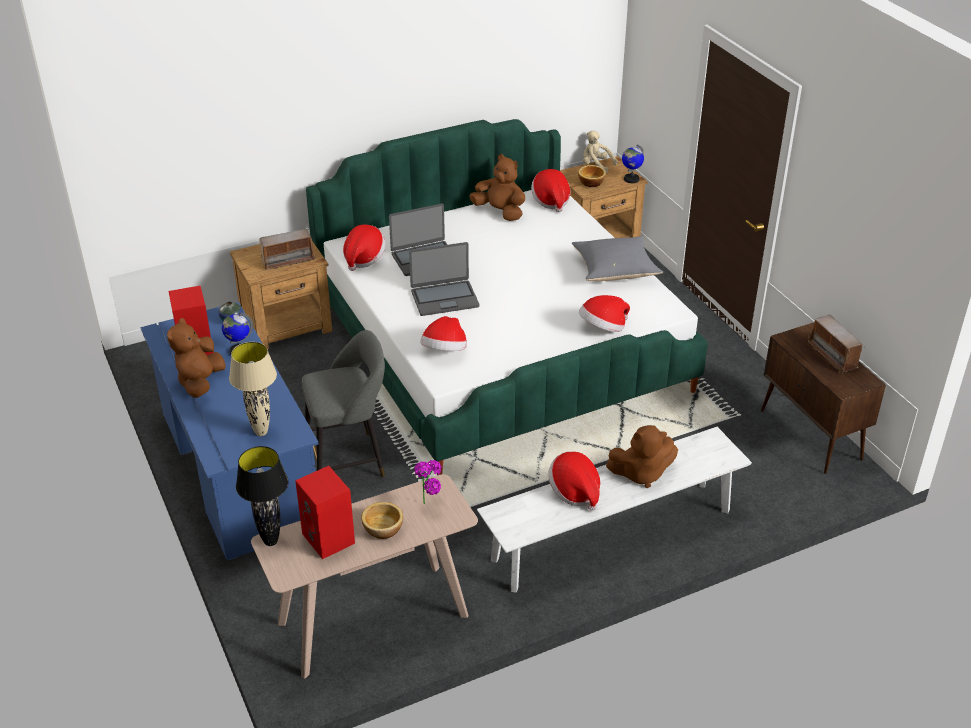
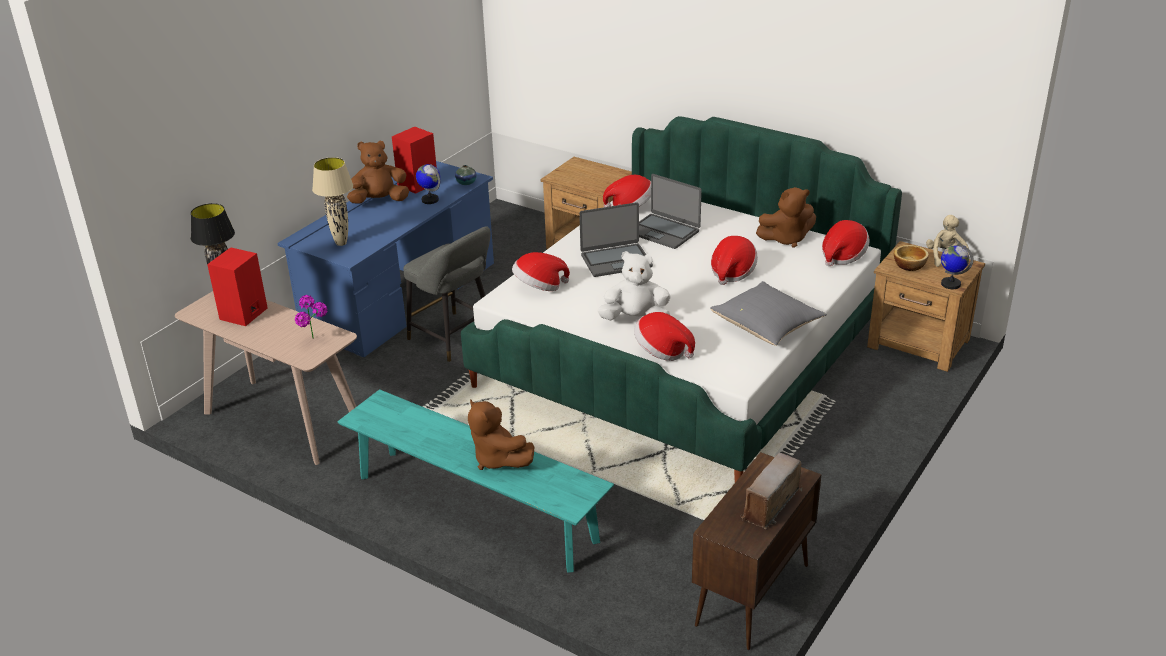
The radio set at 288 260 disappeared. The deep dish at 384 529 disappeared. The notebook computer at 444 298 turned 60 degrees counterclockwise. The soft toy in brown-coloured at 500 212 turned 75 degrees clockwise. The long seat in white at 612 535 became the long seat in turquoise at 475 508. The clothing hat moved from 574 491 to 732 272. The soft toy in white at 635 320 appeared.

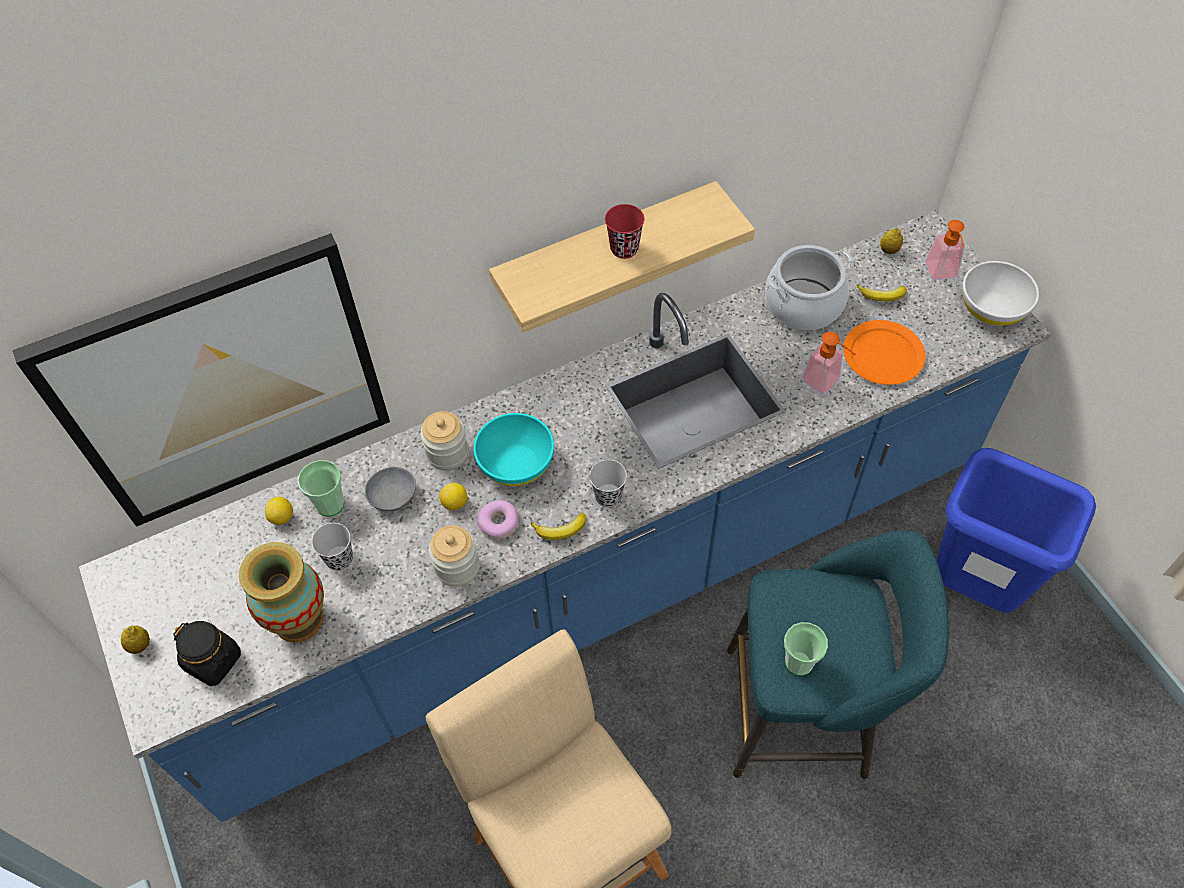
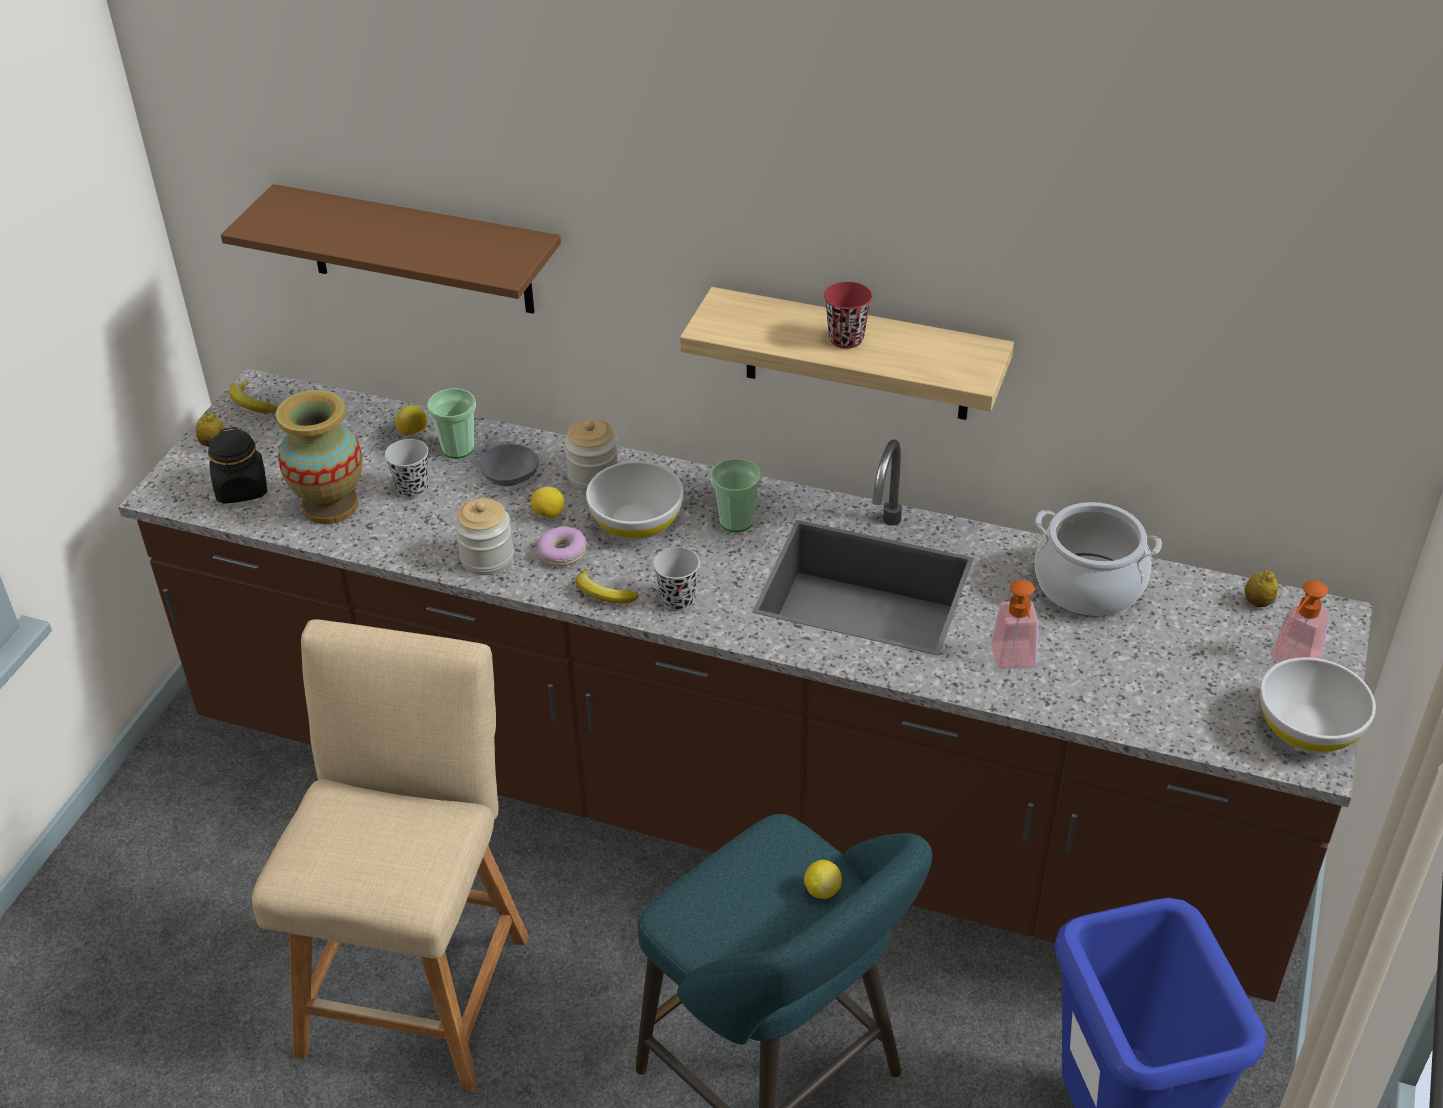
The picture at 224 385 was replaced by the bracket shelf in brown-coloured at 419 250. The counter in blue-coloured at 597 578 became the counter in brown-coloured at 726 799. The deep dish in turquoise at 516 463 became the deep dish in white at 636 522. The small cup moved from 799 662 to 736 521. The plate in orangey at 882 355 disappeared. The banana fruit moved from 882 296 to 251 403. The citrus fruit at 822 890 appeared.

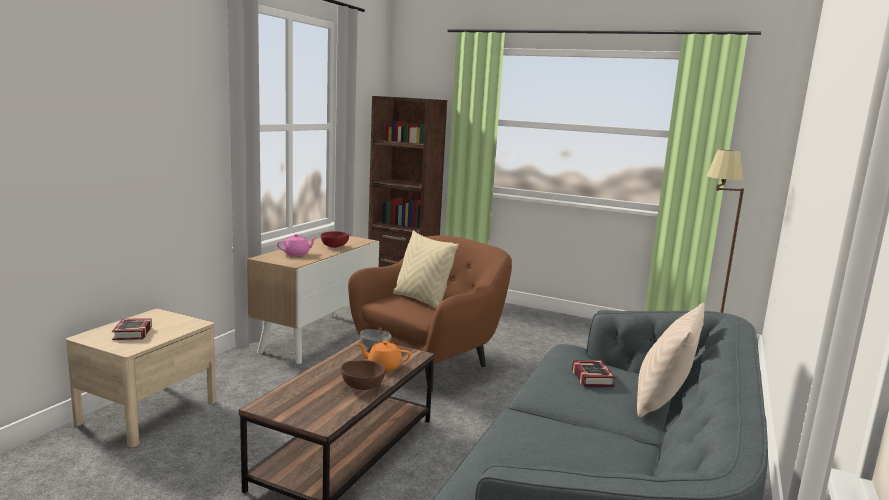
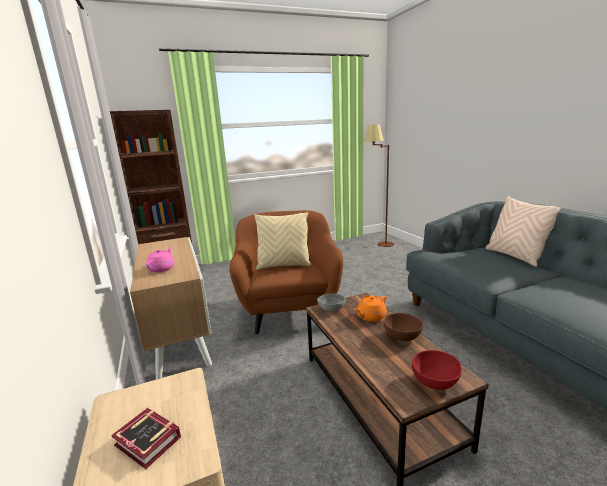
The deep dish in red-coloured moved from 334 247 to 436 382. The book at 592 377 disappeared.

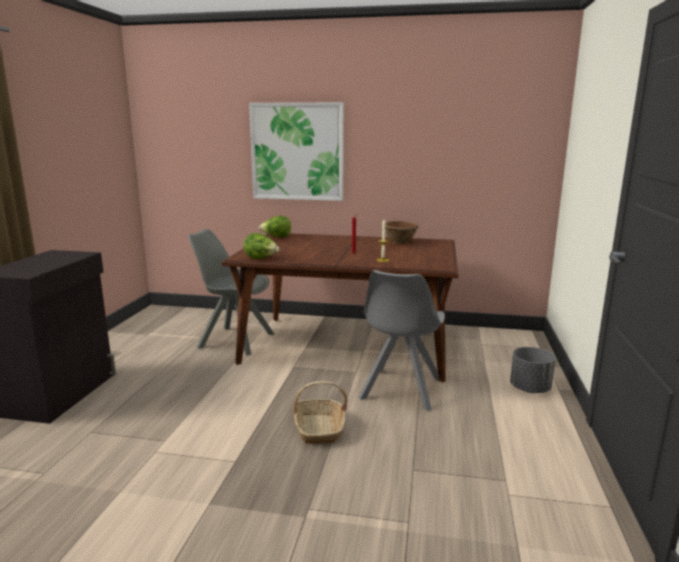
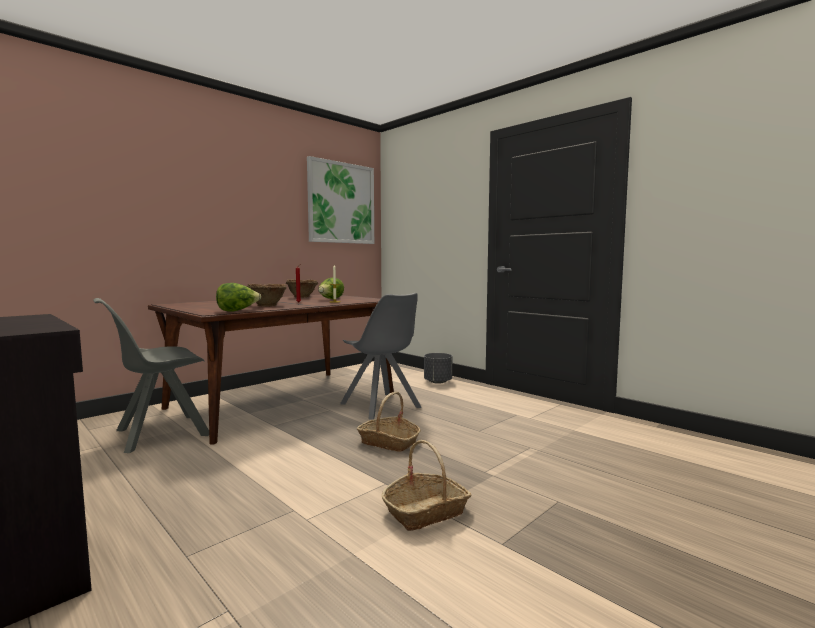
The picture moved from 297 152 to 341 203. The lettuce head moved from 276 237 to 330 299. The deep dish in brown-coloured at 267 305 appeared. The storage basket at 426 511 appeared.

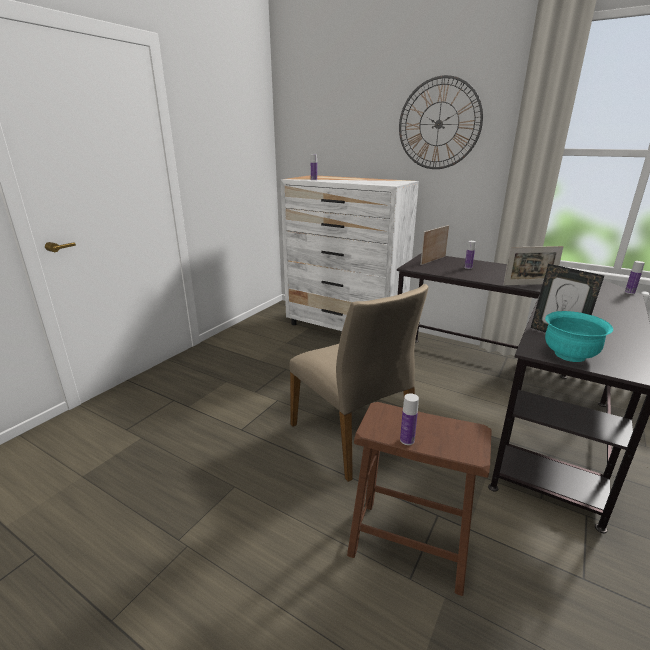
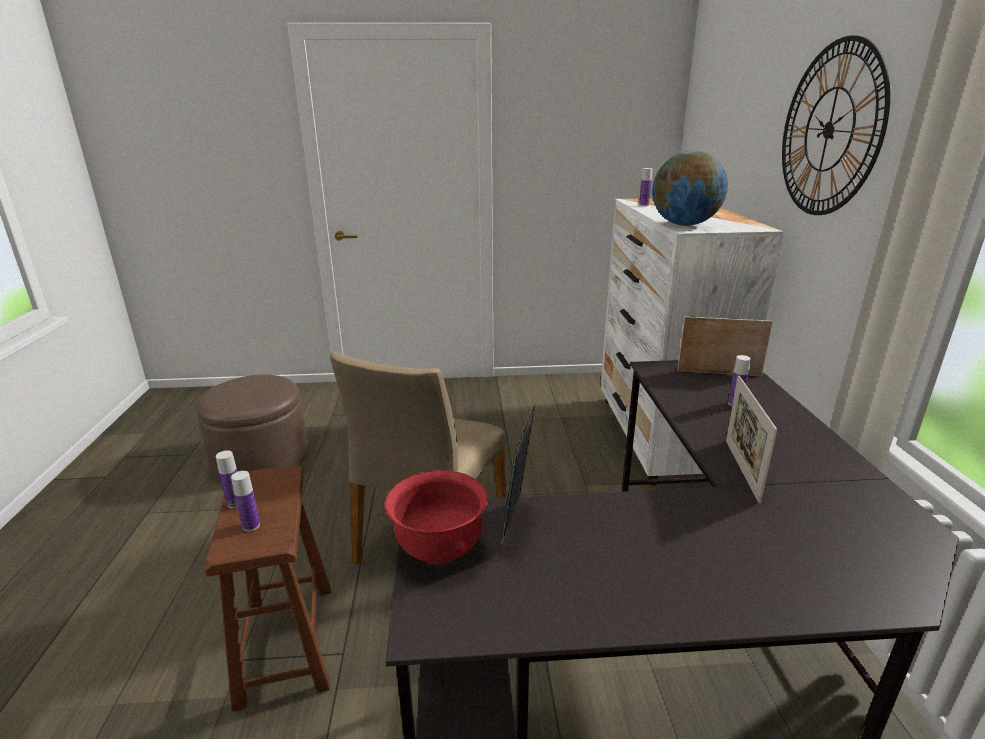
The standing frame at 529 284 turned 45 degrees clockwise. The deep dish in turquoise at 569 355 became the deep dish in red-coloured at 439 547. The beverage bottle moved from 629 292 to 251 526. The ottoman in brown-coloured at 261 458 appeared. The world globe at 684 225 appeared.

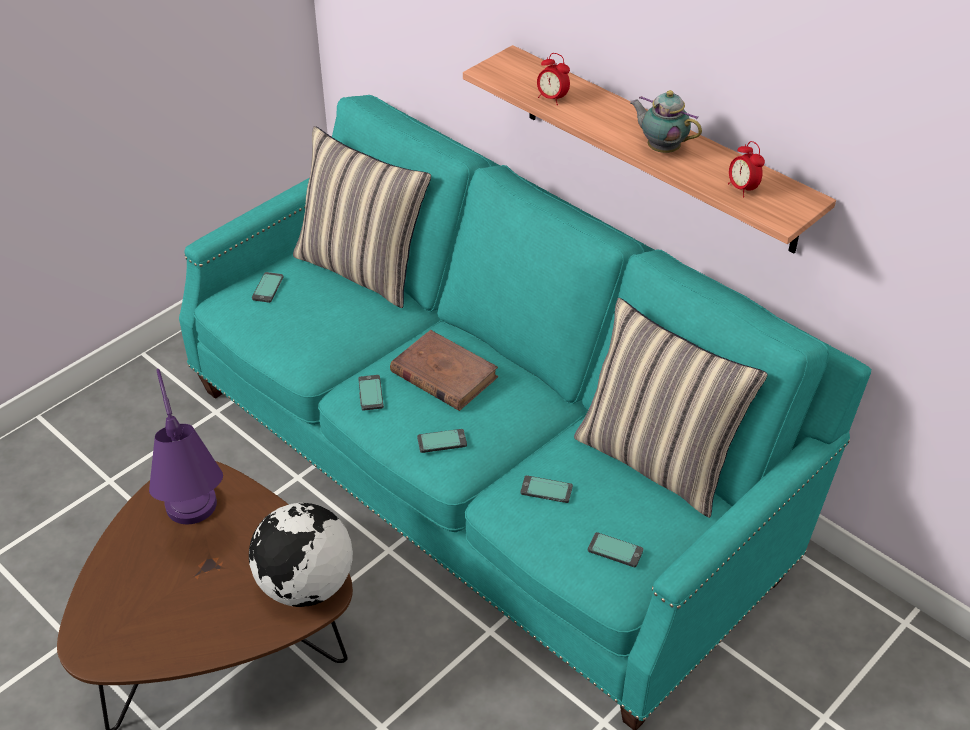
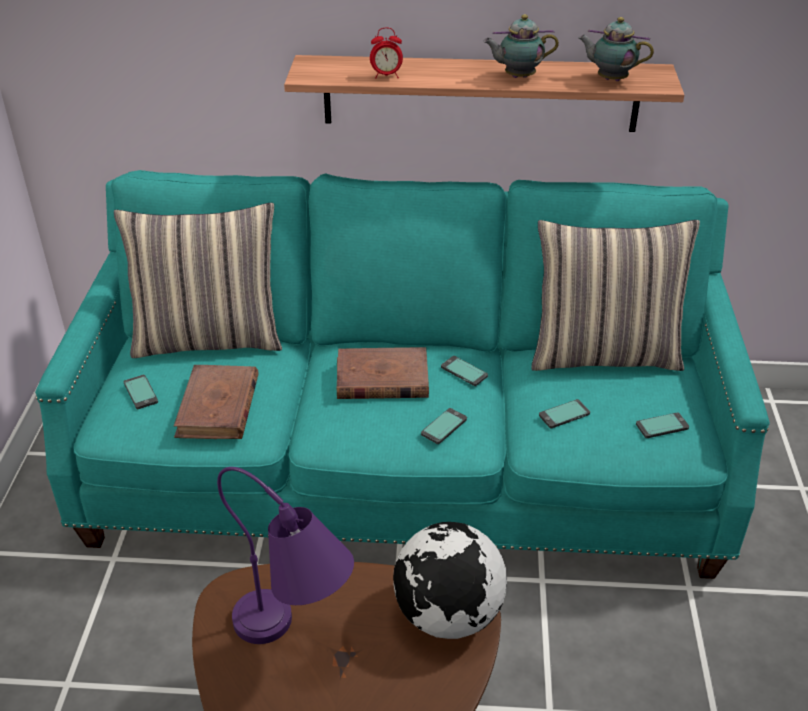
The telephone moved from 370 393 to 464 372. The table clock at 742 189 was replaced by the pot for tea at 610 79. The book in brown-coloured at 218 407 appeared.

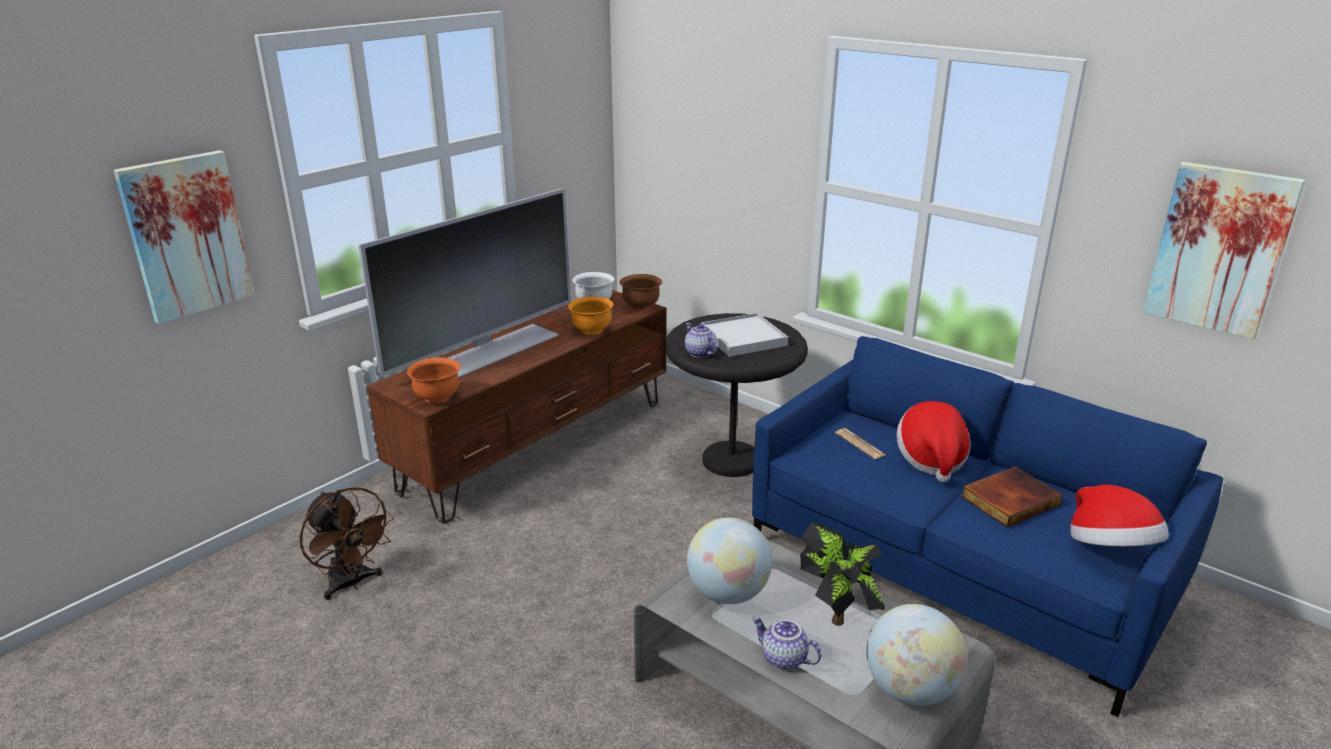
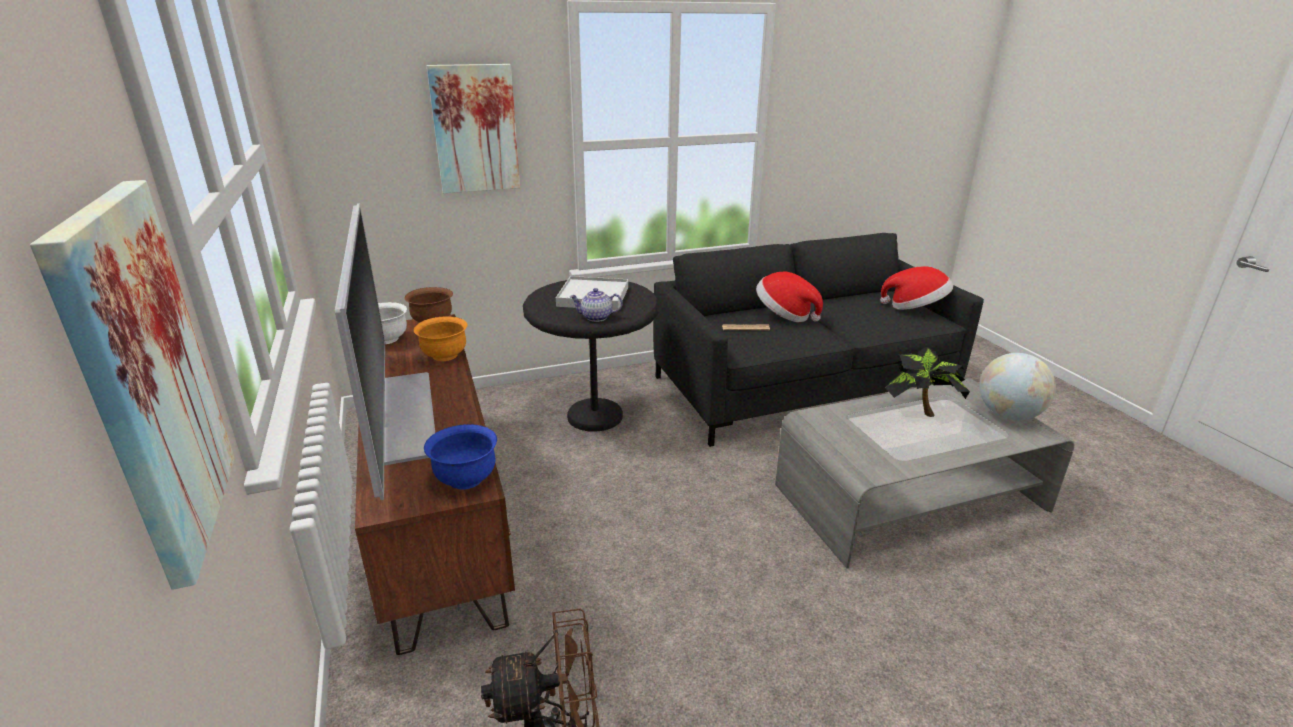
The deep dish in orangey at 437 397 became the deep dish in blue-coloured at 466 479. The world globe at 728 593 disappeared. The couch in blue-coloured at 955 570 became the couch in black-coloured at 803 387. The pot for tea at 783 659 disappeared. The book at 1009 499 disappeared. The picture moved from 1219 249 to 475 129.

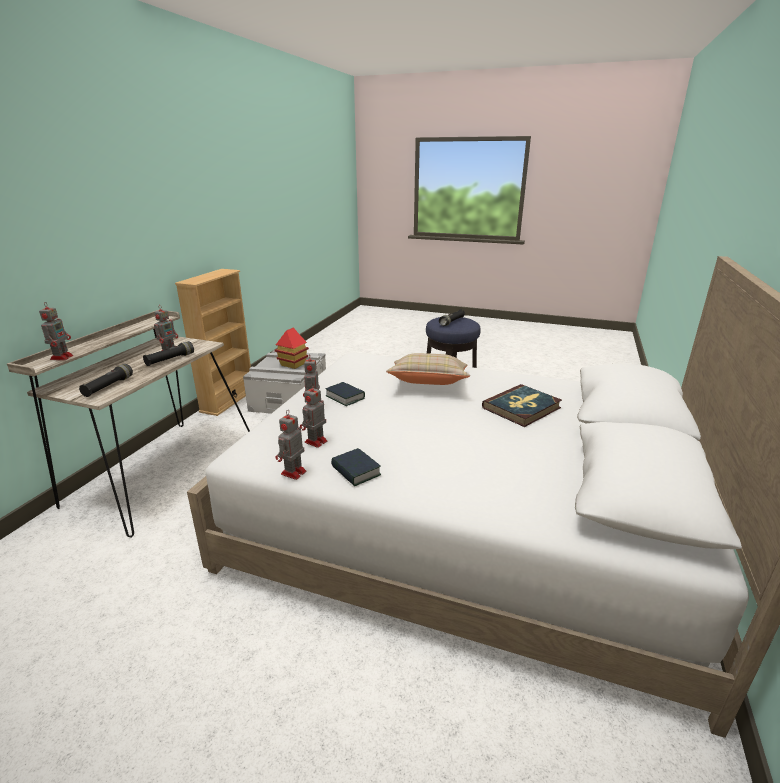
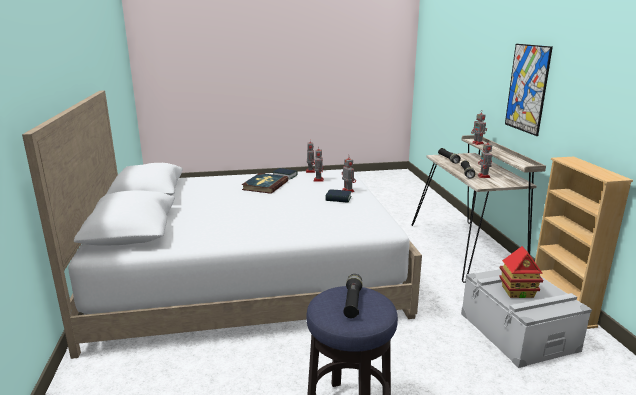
The throw pillow in beige at 428 383 disappeared. The book moved from 521 408 to 265 185. The picture at 527 88 appeared.

